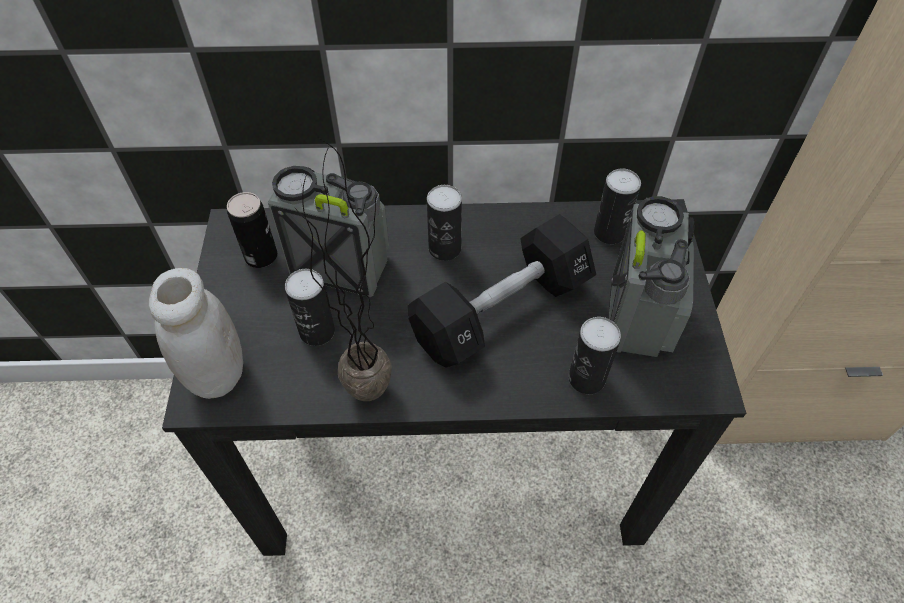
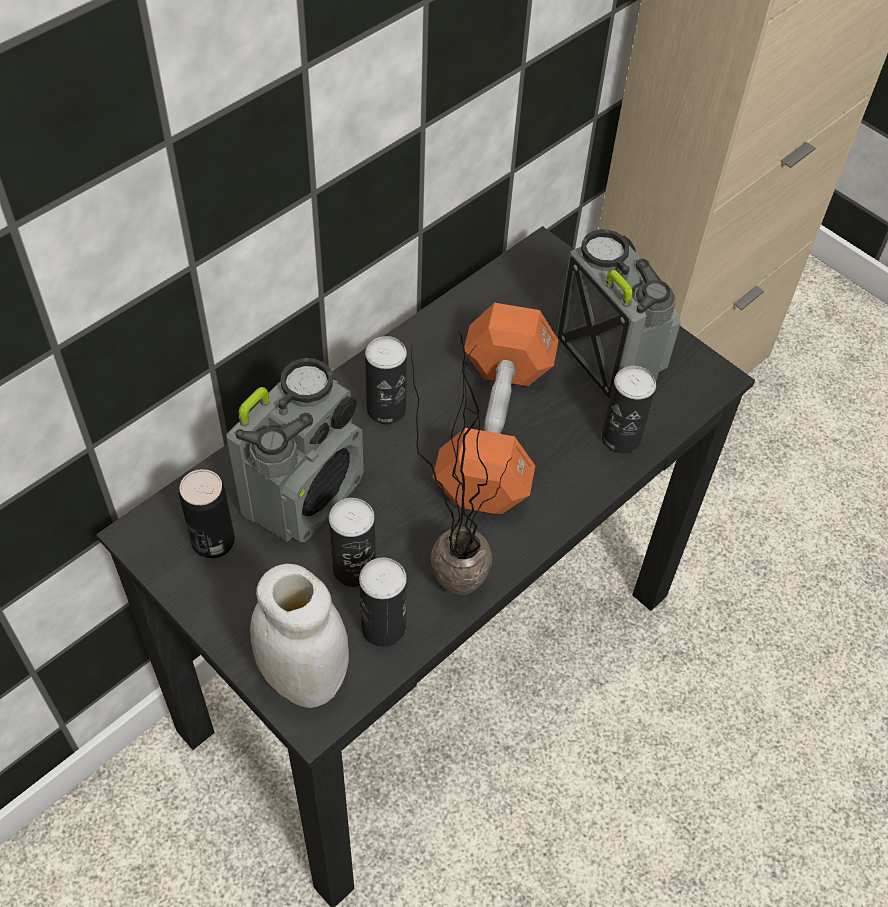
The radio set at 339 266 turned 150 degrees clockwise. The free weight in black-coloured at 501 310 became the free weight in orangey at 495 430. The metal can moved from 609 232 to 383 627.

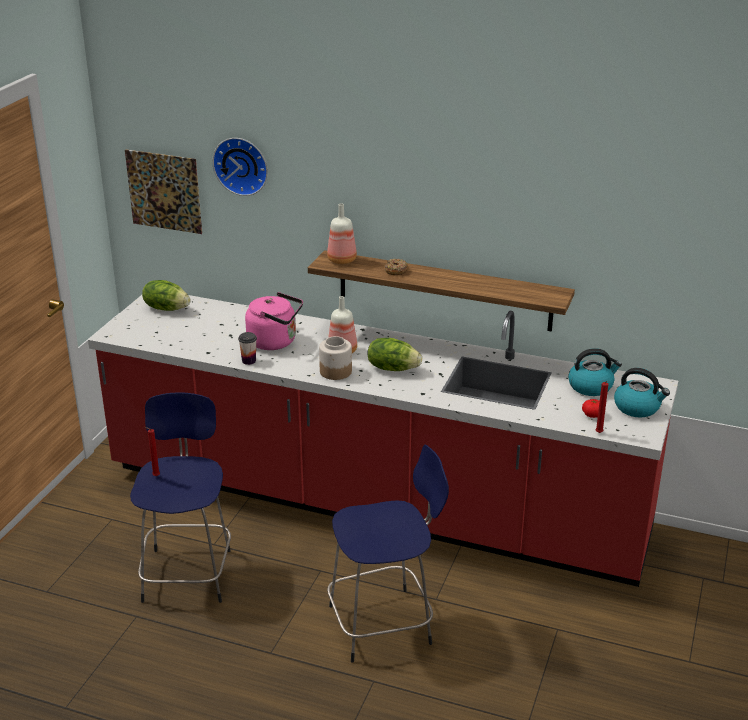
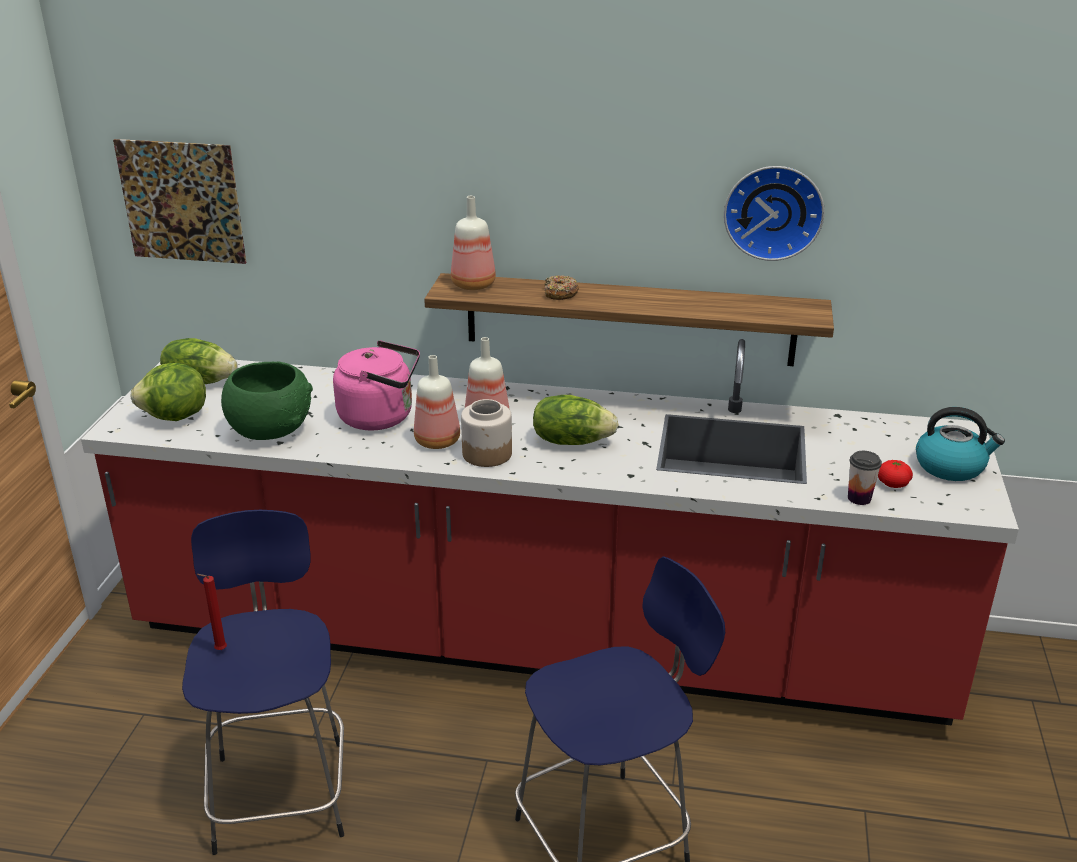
The clock on the wall moved from 242 165 to 773 211. The small cup moved from 249 361 to 859 498. The kettle at 591 386 disappeared. The wax candle in red-coloured at 599 433 disappeared. The lettuce head at 175 417 appeared. The deep dish in greenish at 271 430 appeared. The beverage bottle at 438 440 appeared.

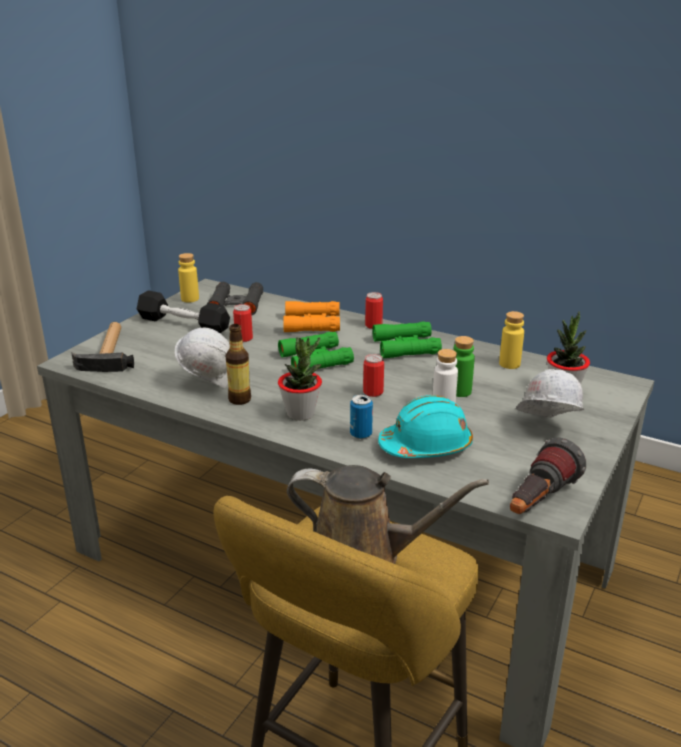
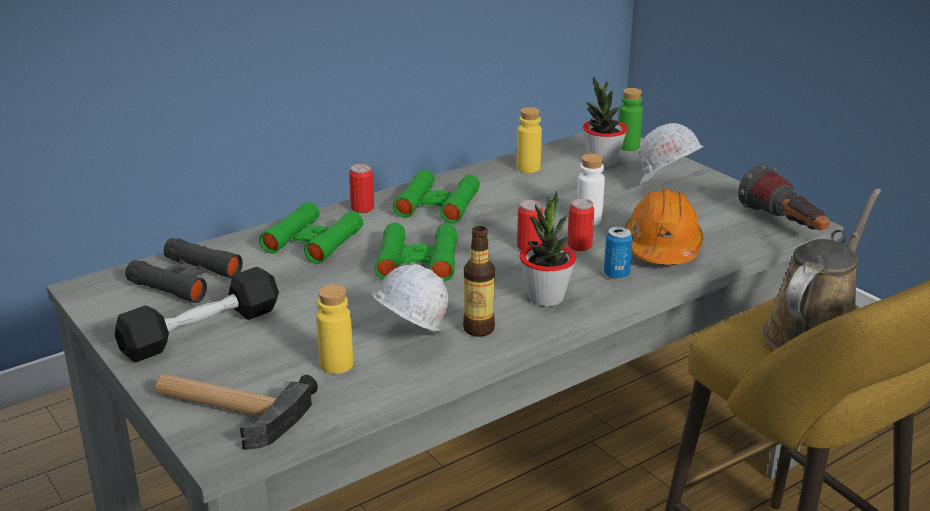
The beverage bottle in yellowish moved from 190 299 to 336 365. The metal can moved from 244 338 to 579 246. The pair of binoculars in orangey at 312 323 became the pair of binoculars in greenish at 313 241. The safety helmet in turquoise at 426 446 became the safety helmet in orangey at 662 248. The beverage bottle in greenish moved from 460 391 to 628 146.

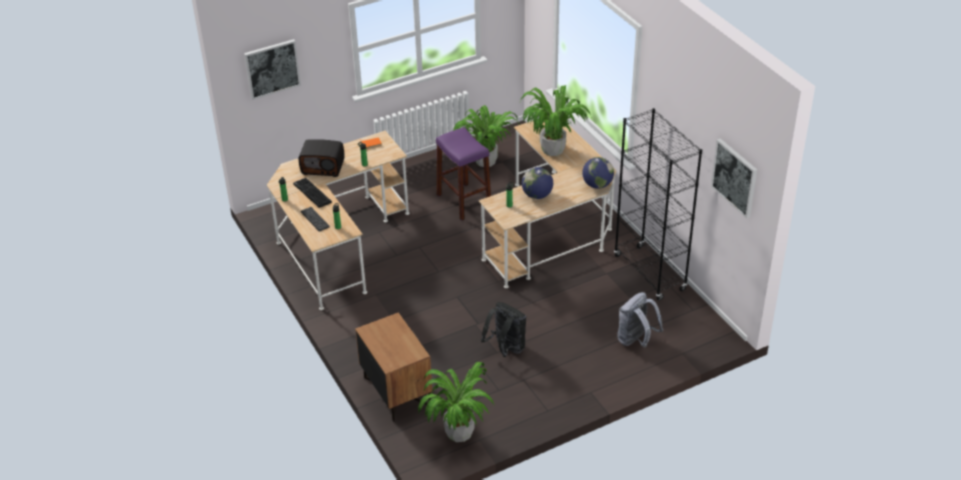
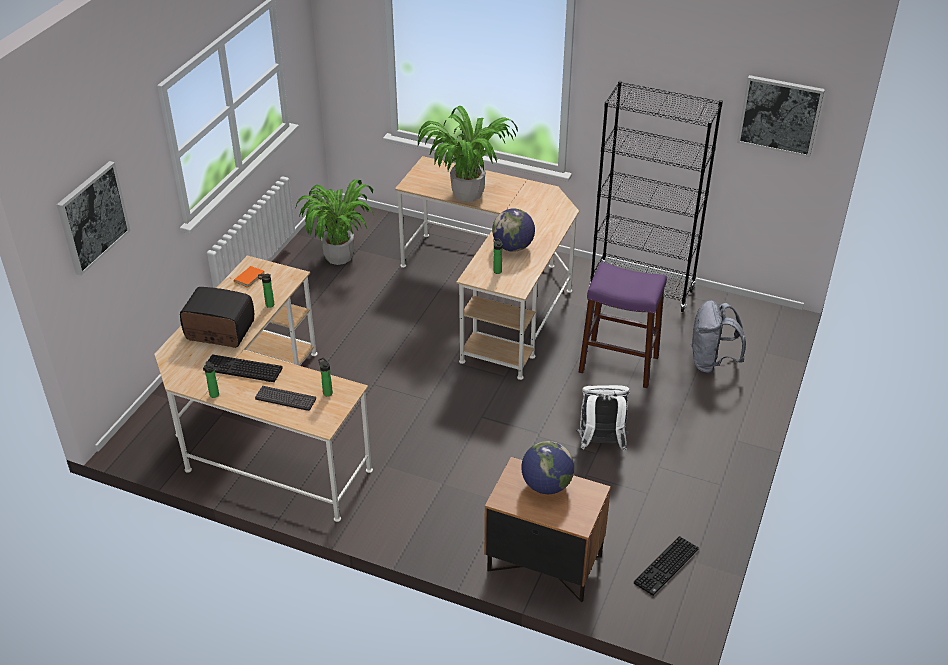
The radio set at 323 167 turned 135 degrees counterclockwise. The plant in a pot at 459 433 was replaced by the keyboard at 666 567. The sitting stool in purple moved from 464 201 to 619 364. The knapsack in black-coloured at 506 349 became the knapsack in white at 601 444. The world globe moved from 597 185 to 546 485.

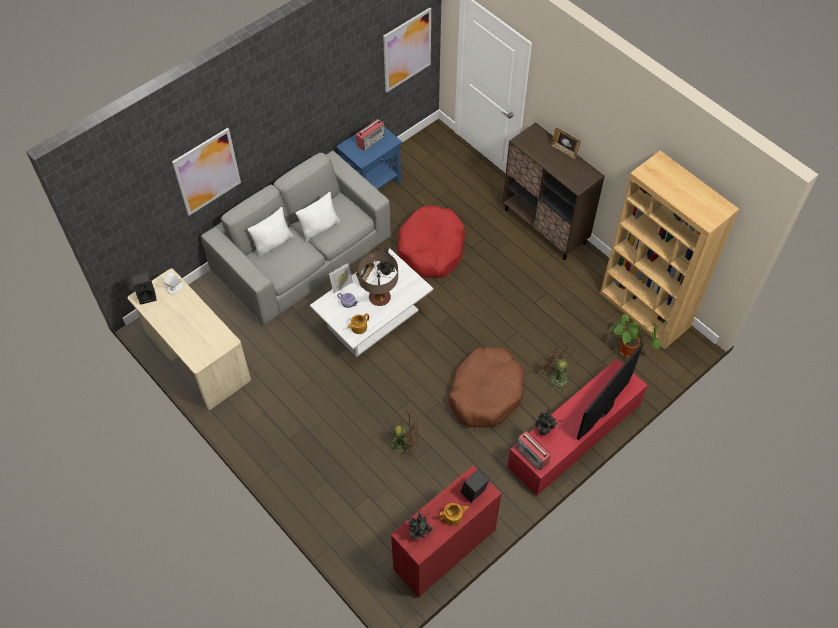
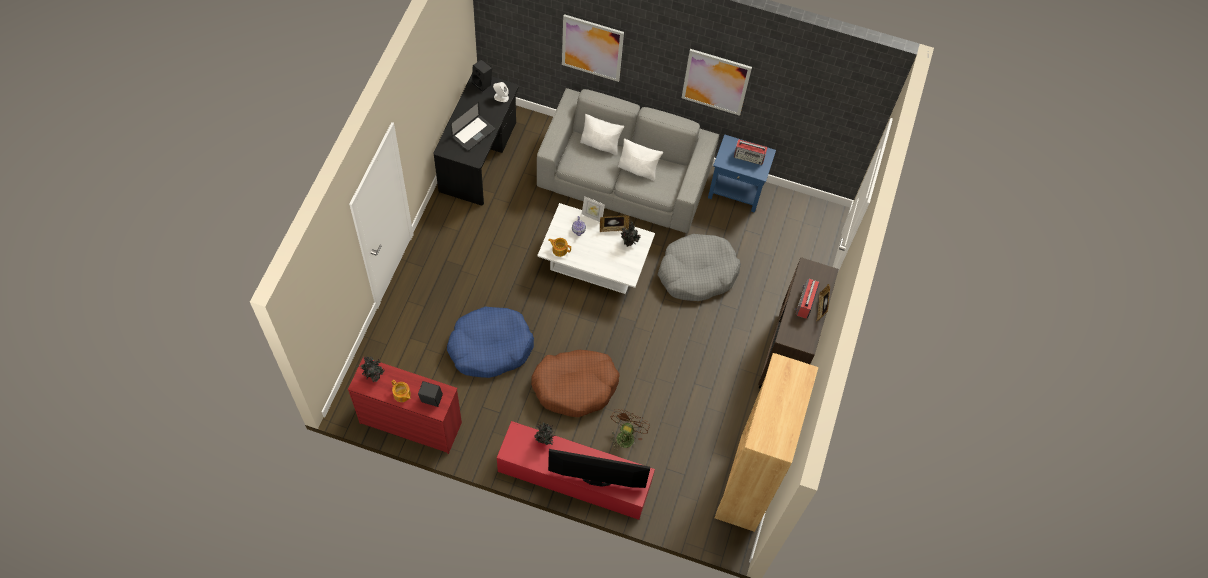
The desk table in beige at 196 358 became the desk table in black-coloured at 479 157. The tabletop lamp at 379 298 disappeared. The picture moved from 407 50 to 716 82. The cooling fan in brown-coloured at 405 443 was replaced by the dog bed in blue-coloured at 490 347. The dog bed in red-coloured at 431 249 became the dog bed in greyish at 697 273. The radio set moved from 532 455 to 805 303. The plant in a pot at 630 350 disappeared. The notebook computer at 473 133 appeared.

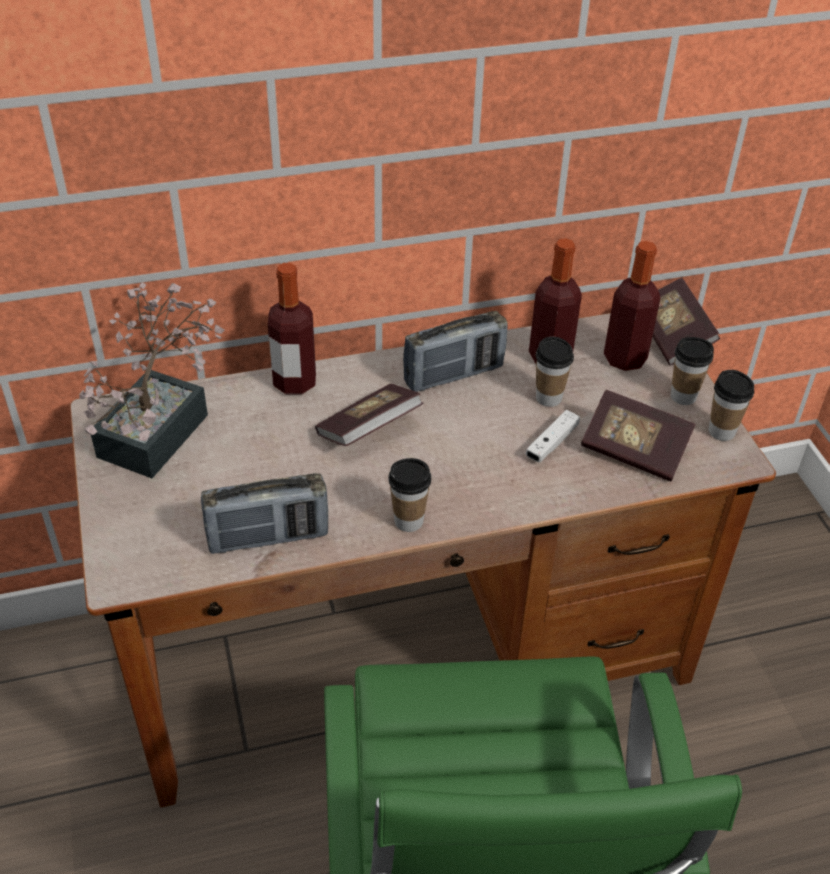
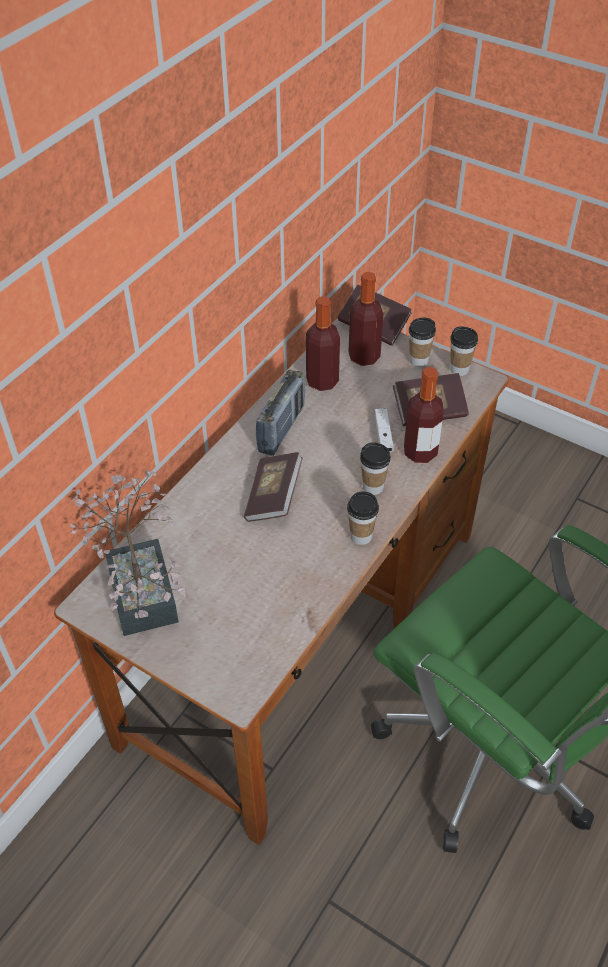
The radio set at 268 537 disappeared. The beverage bottle moved from 294 382 to 420 452. The small cup moved from 548 398 to 373 487.

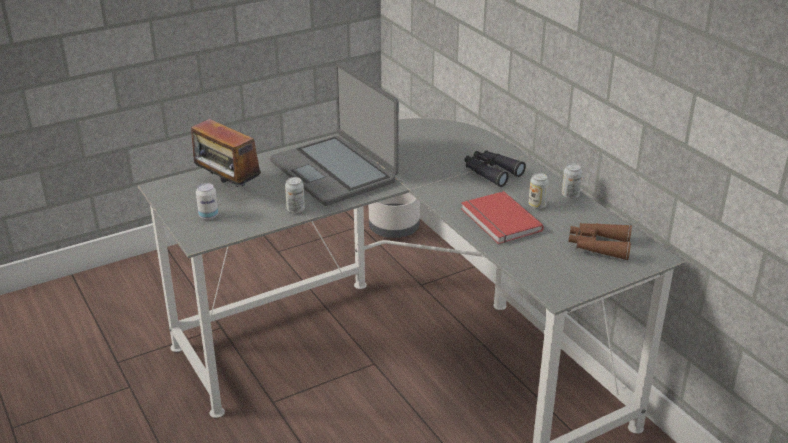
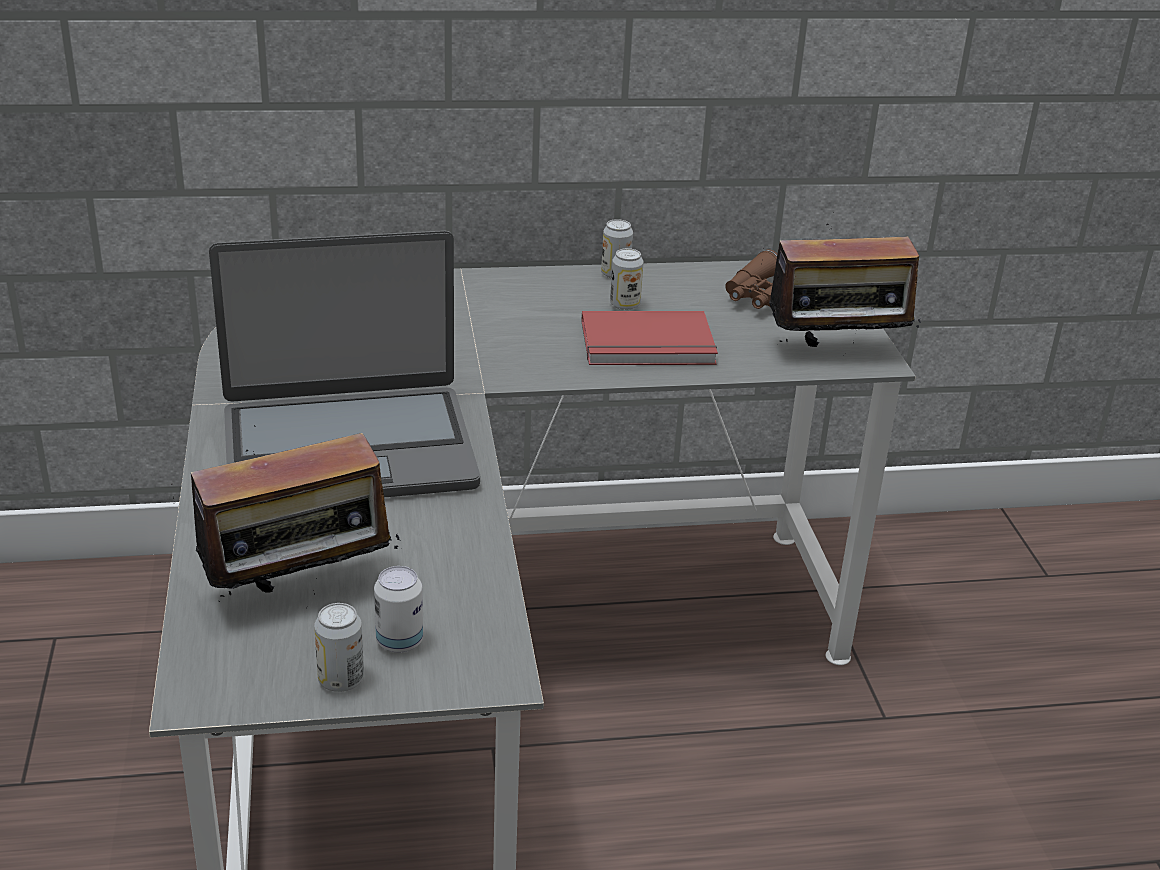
The metal can moved from 295 209 to 341 680. The plant pot in greyish at 394 228 disappeared. The pair of binoculars in black-coloured at 491 172 disappeared. The radio set at 836 352 appeared.

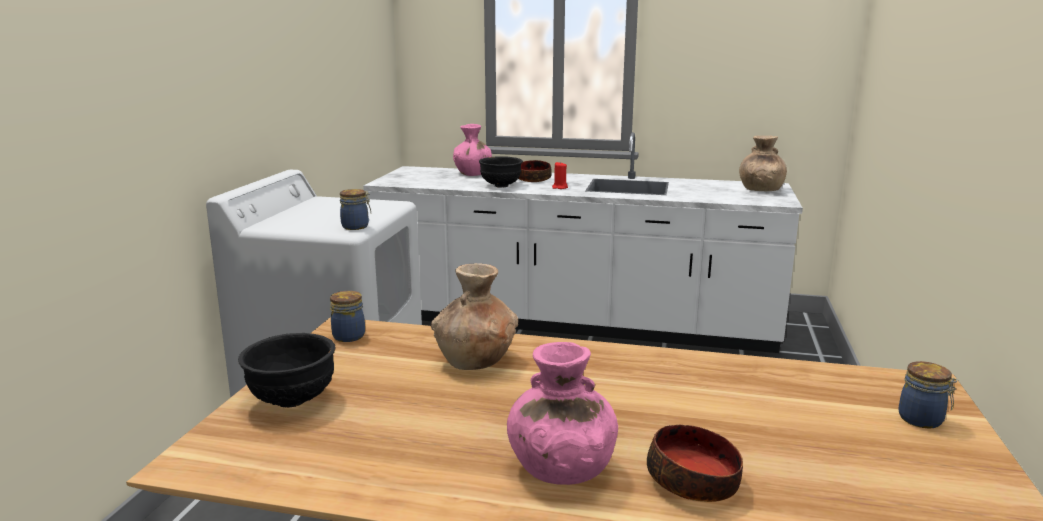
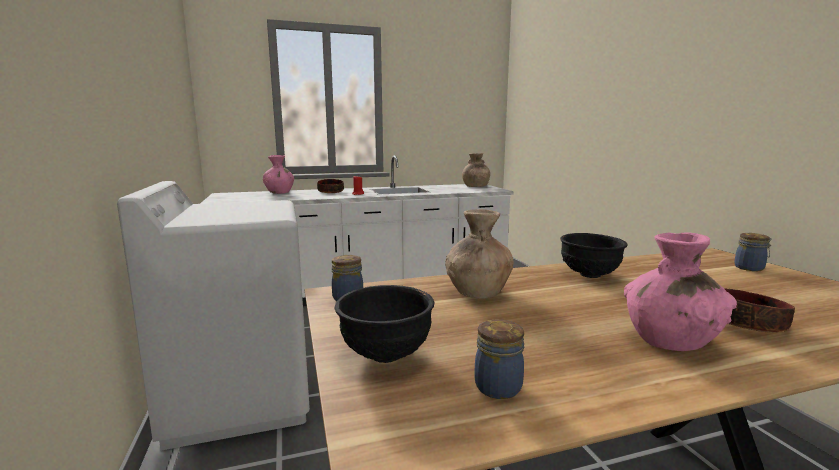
The jar moved from 356 227 to 499 386. The deep dish in black-coloured moved from 500 186 to 590 275.

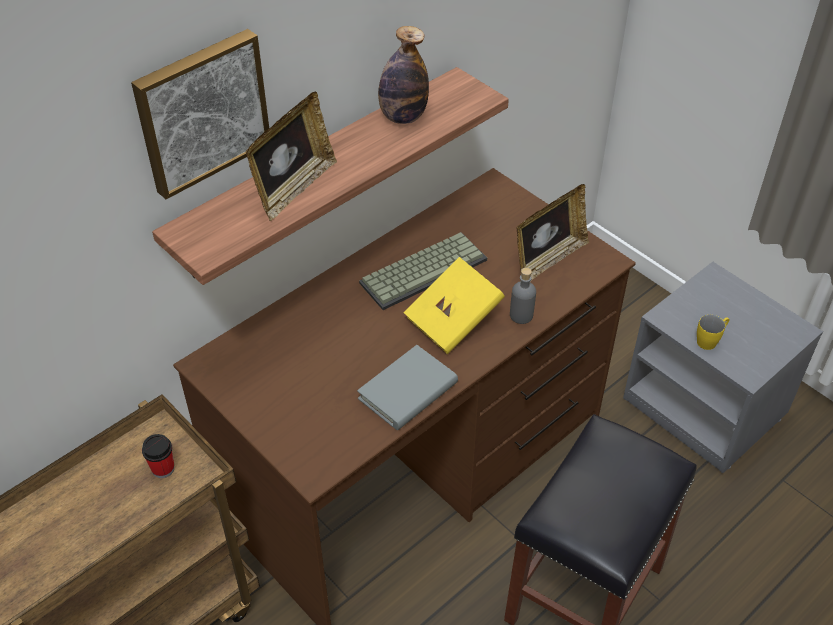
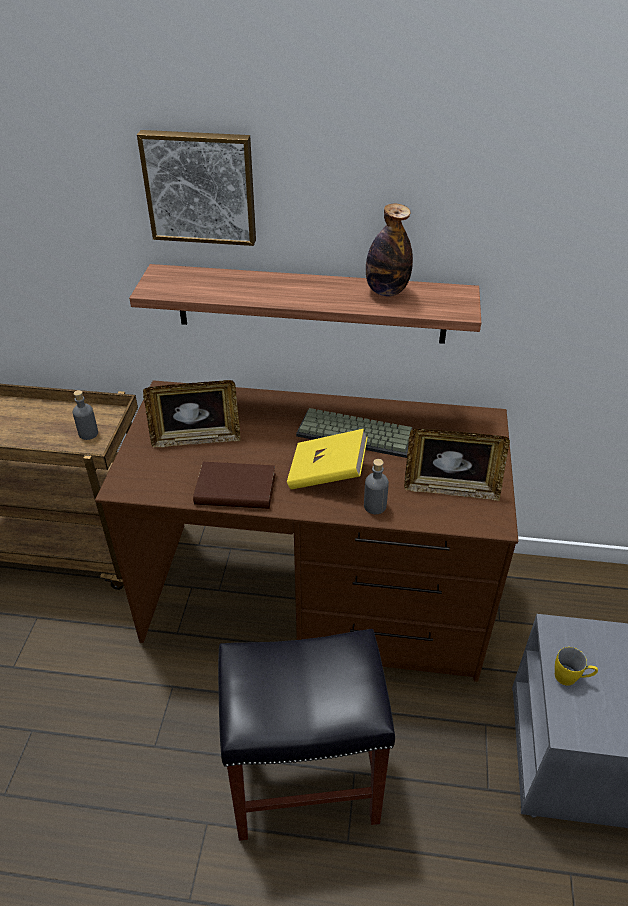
The small cup at 163 468 was replaced by the beverage bottle in greyish at 88 433. The standing frame moved from 294 188 to 196 439. The book in greyish at 408 391 became the book in brown-coloured at 235 489.

